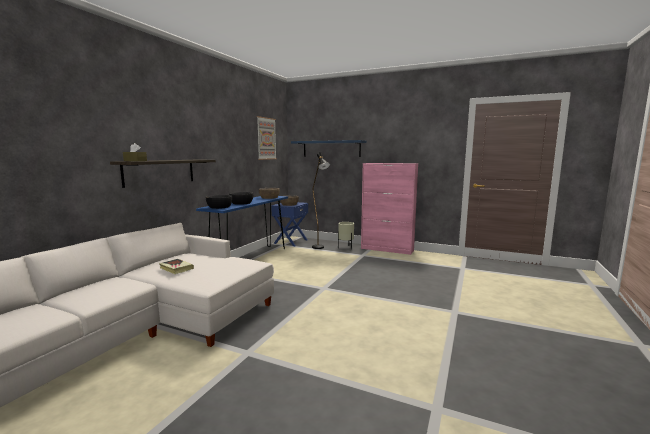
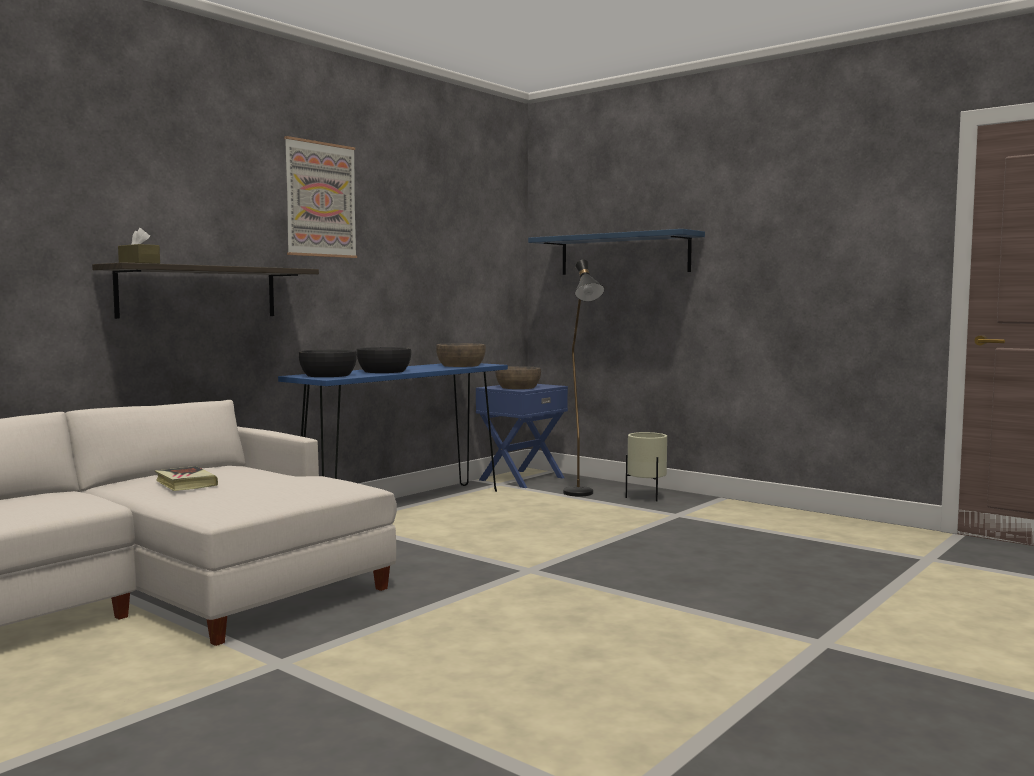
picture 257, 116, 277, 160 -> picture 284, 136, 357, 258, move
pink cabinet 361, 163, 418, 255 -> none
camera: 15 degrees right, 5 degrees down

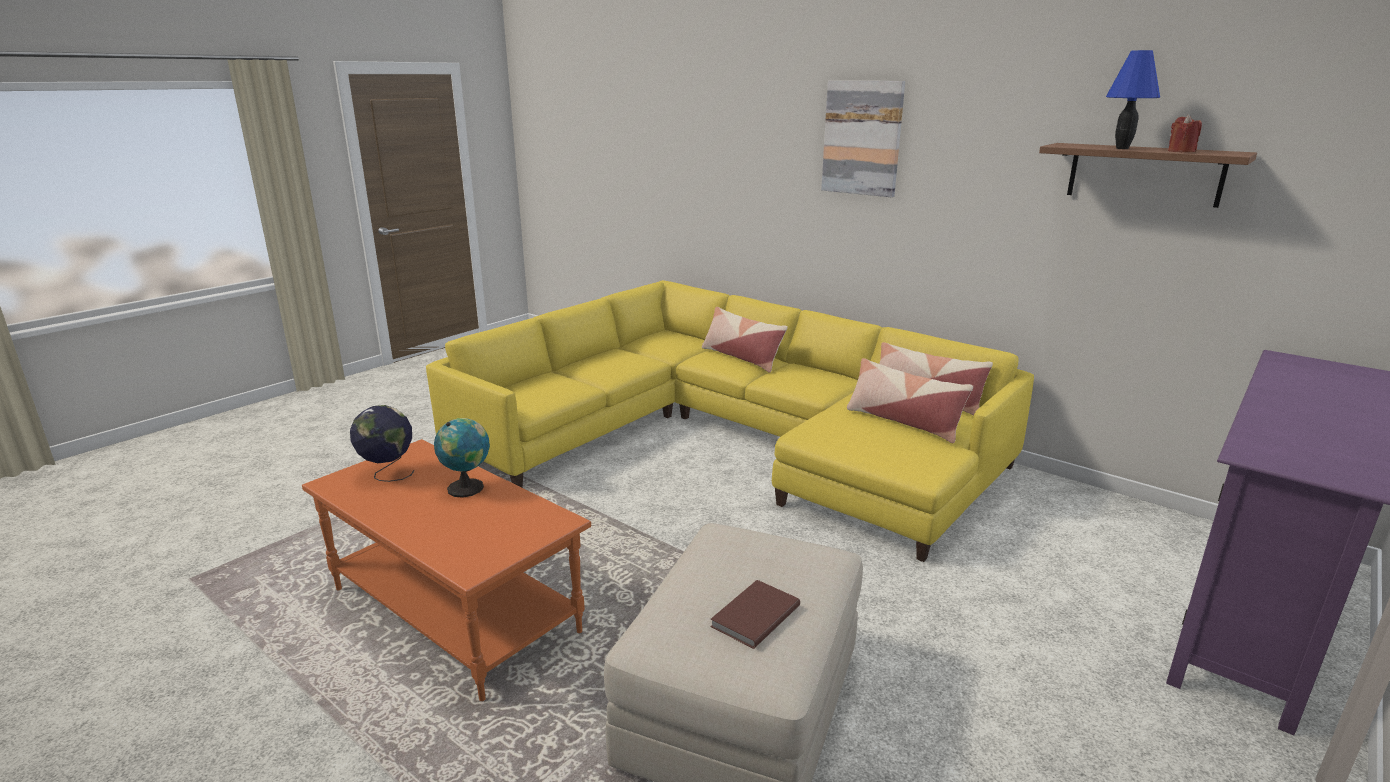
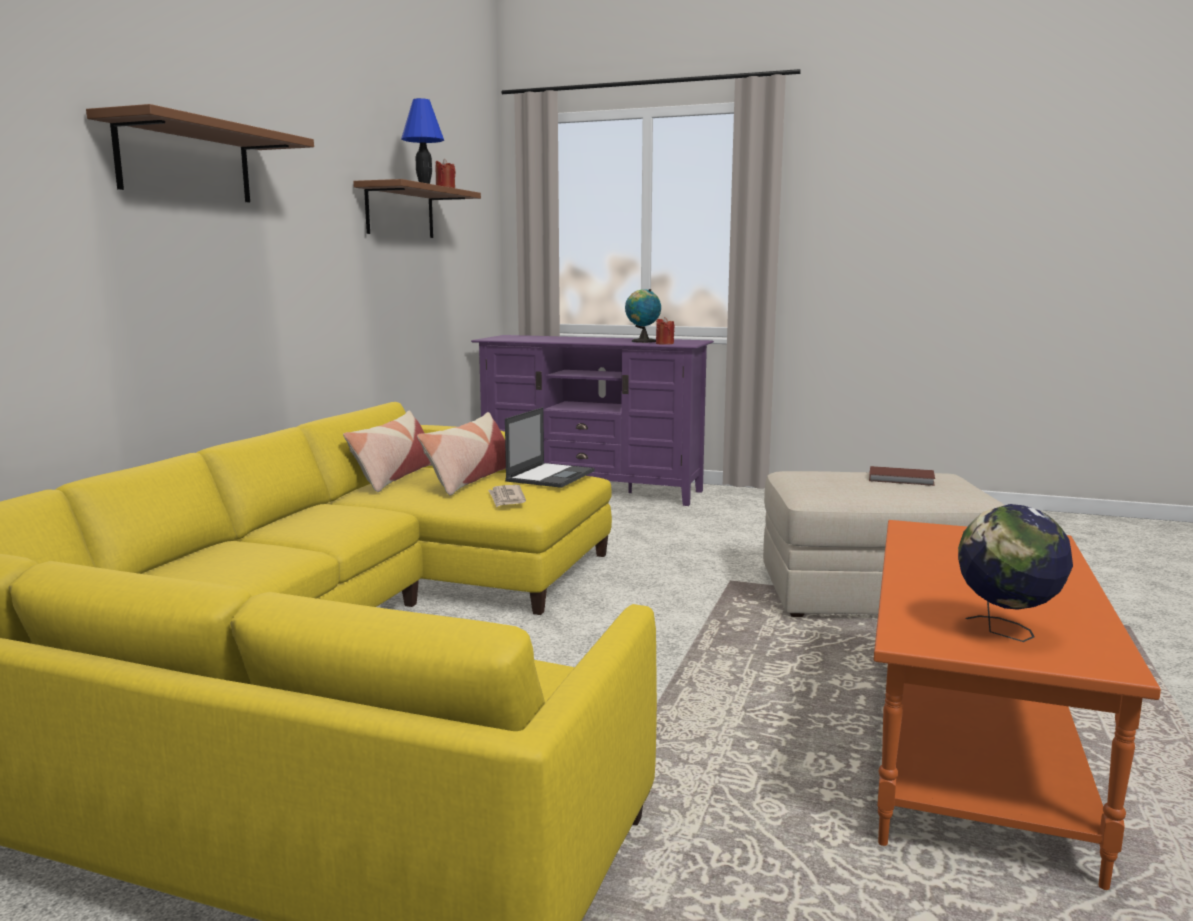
picture 821, 81, 905, 197 -> brown shelf 86, 104, 314, 202
none -> newspaper 488, 485, 526, 507
none -> laptop 505, 407, 595, 488
globe 434, 418, 490, 498 -> globe 625, 289, 661, 343, move
none -> red candle 656, 317, 674, 345
pillow 702, 307, 788, 373 -> none
camera: 110 degrees left, 10 degrees down

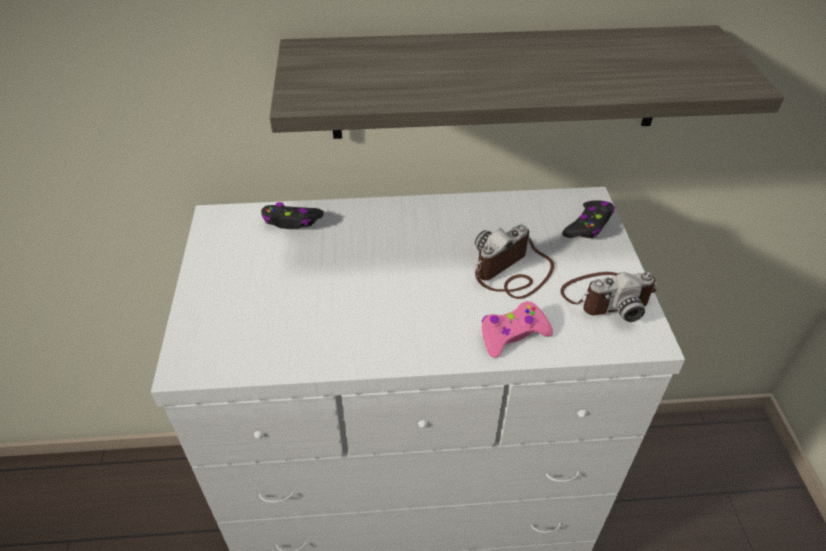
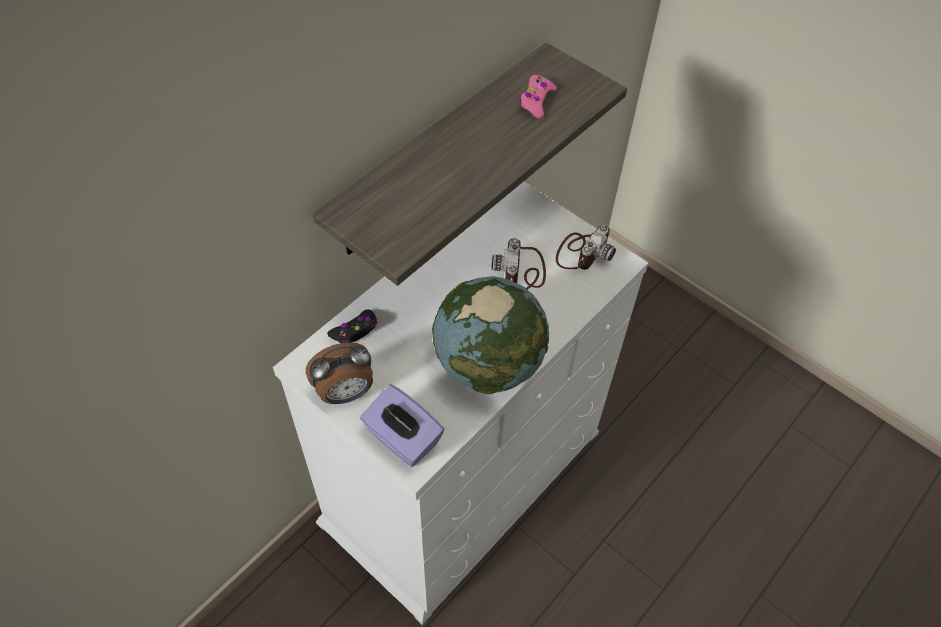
none -> alarm clock 306, 342, 373, 404
none -> purple tissue box 360, 384, 444, 467
none -> globe 432, 276, 549, 394
pink game controller 481, 301, 553, 358 -> pink game controller 519, 75, 557, 119, move
black game controller 562, 200, 615, 238 -> none
camera: 45 degrees left, 10 degrees up

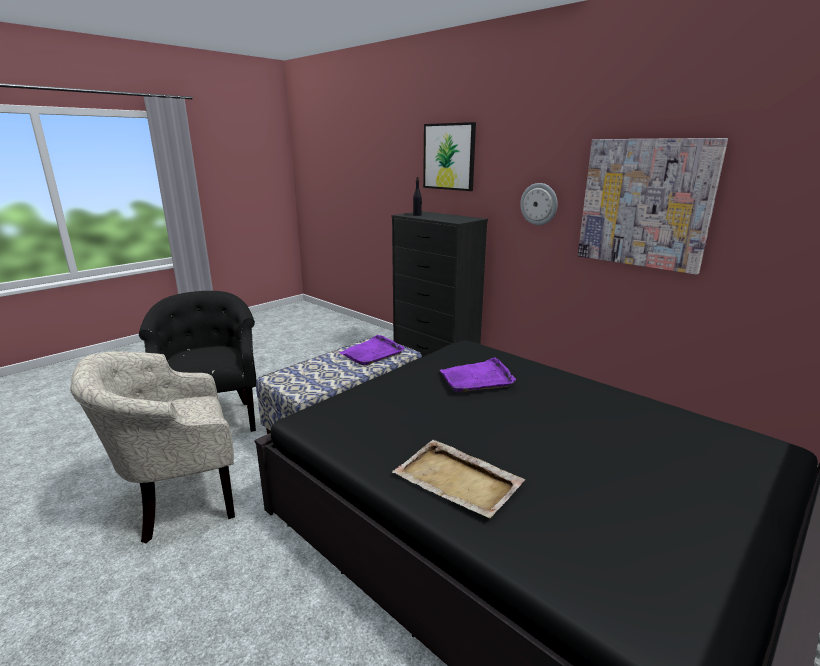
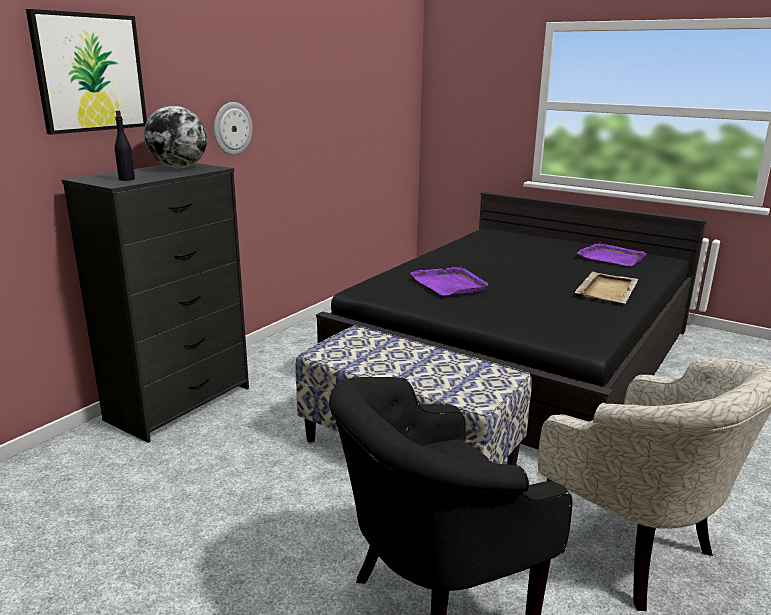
none -> globe 144, 106, 207, 168
purple tray 339, 335, 404, 366 -> purple tray 577, 242, 647, 266, move
picture 578, 138, 728, 275 -> none
camera: 100 degrees left, 0 degrees up

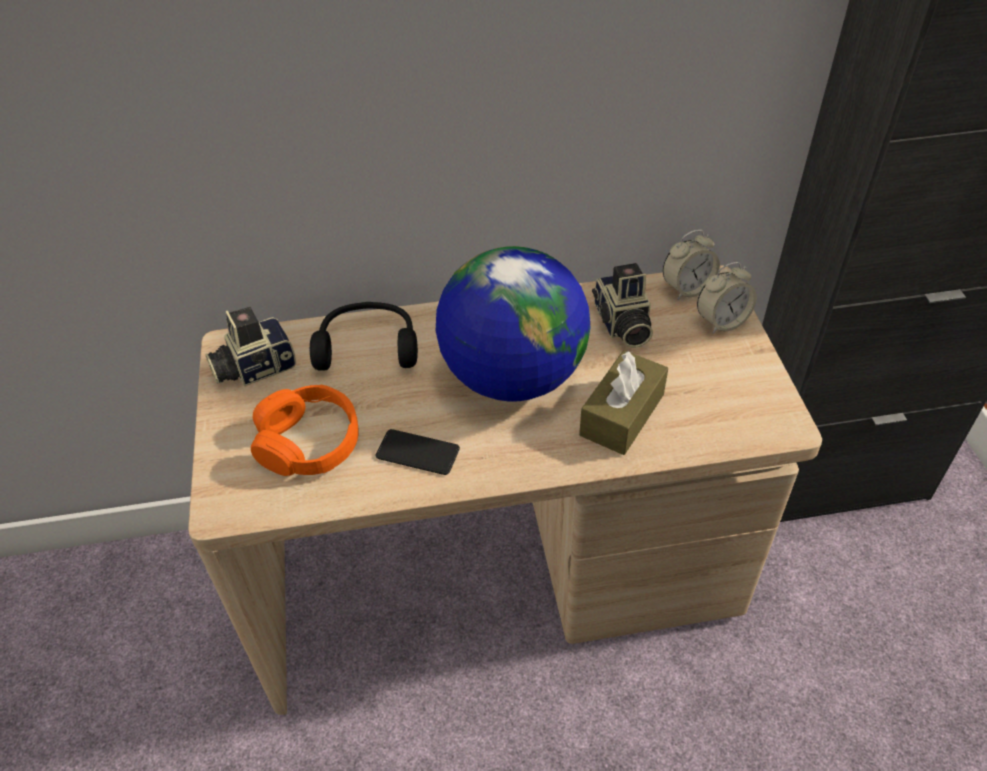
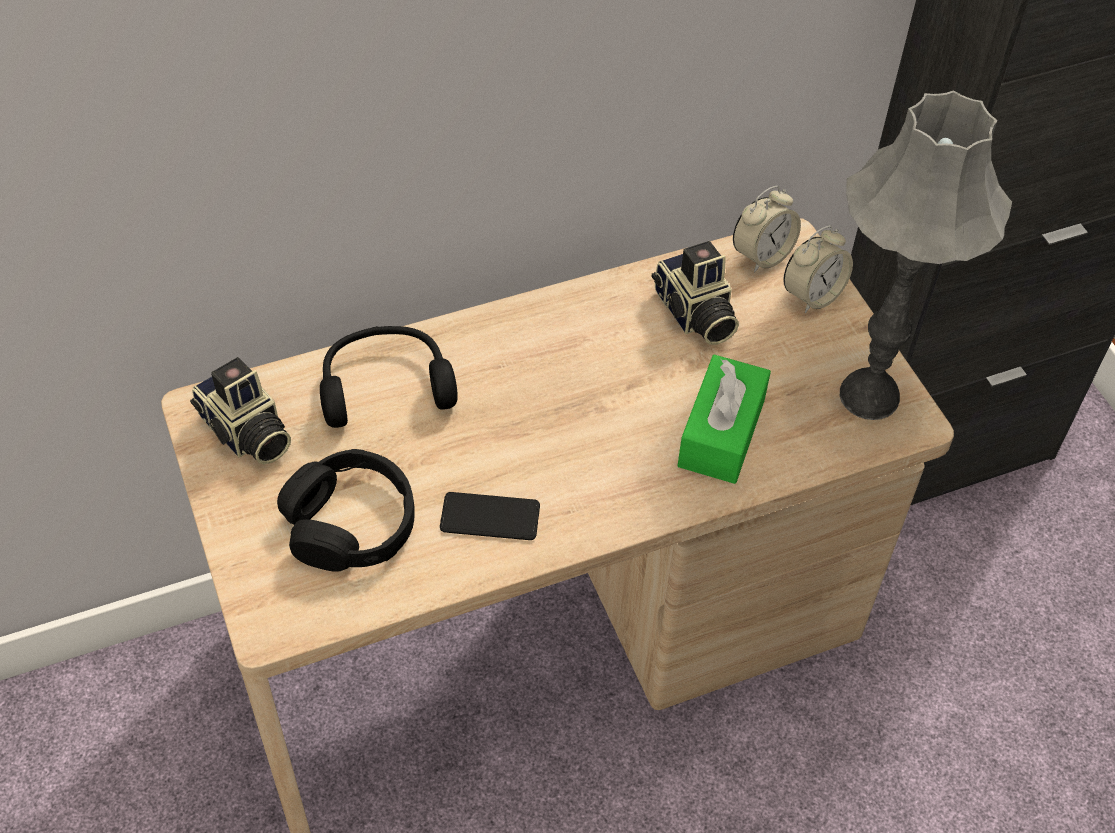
photo camera 205, 307, 296, 386 -> photo camera 190, 357, 291, 465, 90 degrees counterclockwise
orange headphones 251, 384, 359, 476 -> black headphones 277, 449, 414, 572
brown tissue box 579, 350, 668, 455 -> green tissue box 677, 355, 771, 484
none -> grey table lamp 840, 90, 1012, 420
globe 436, 246, 590, 402 -> none
camera: 15 degrees left, 5 degrees up

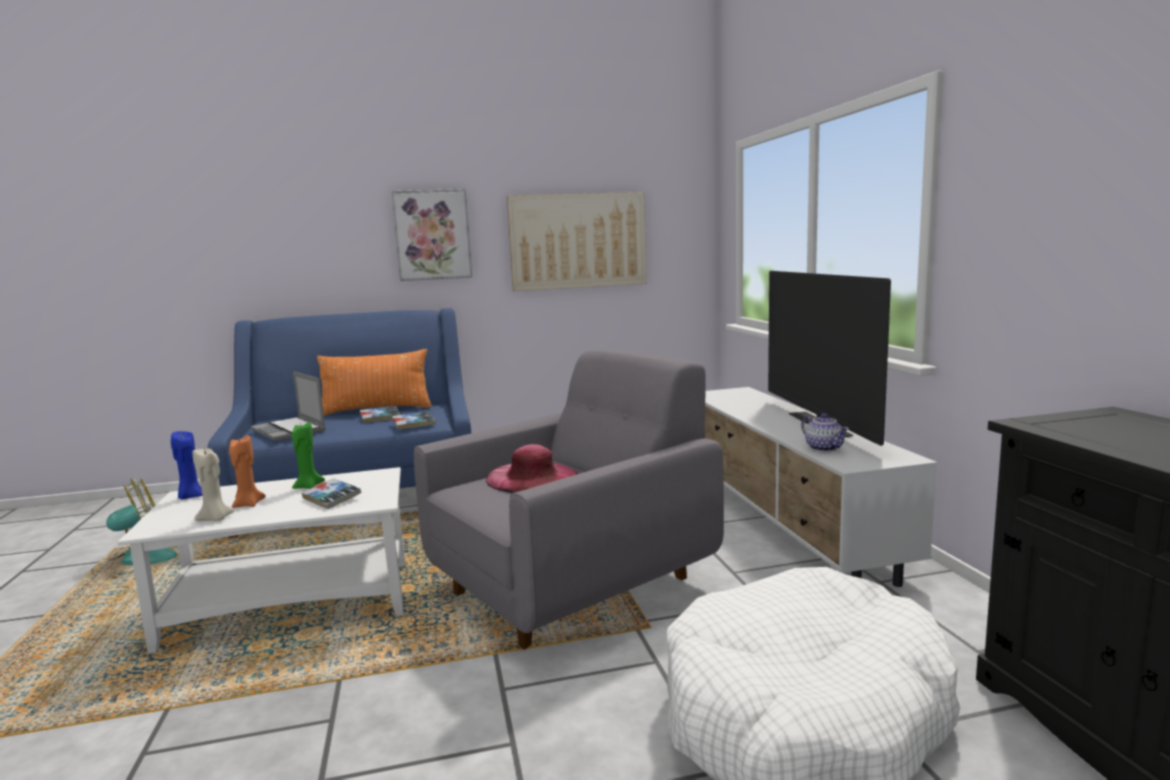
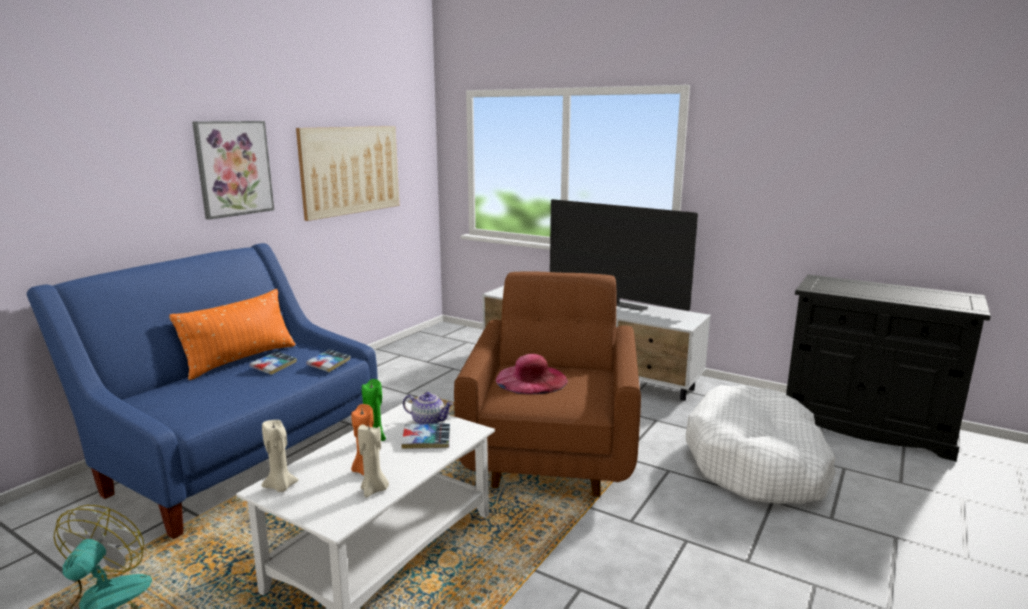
blue candle 171, 431, 202, 499 -> beige candle 262, 420, 299, 492
teapot 801, 413, 849, 452 -> teapot 403, 392, 453, 424, move
grey armchair 414, 349, 724, 650 -> brown armchair 454, 272, 641, 497
laptop 251, 371, 326, 441 -> none
camera: 45 degrees left, 5 degrees up

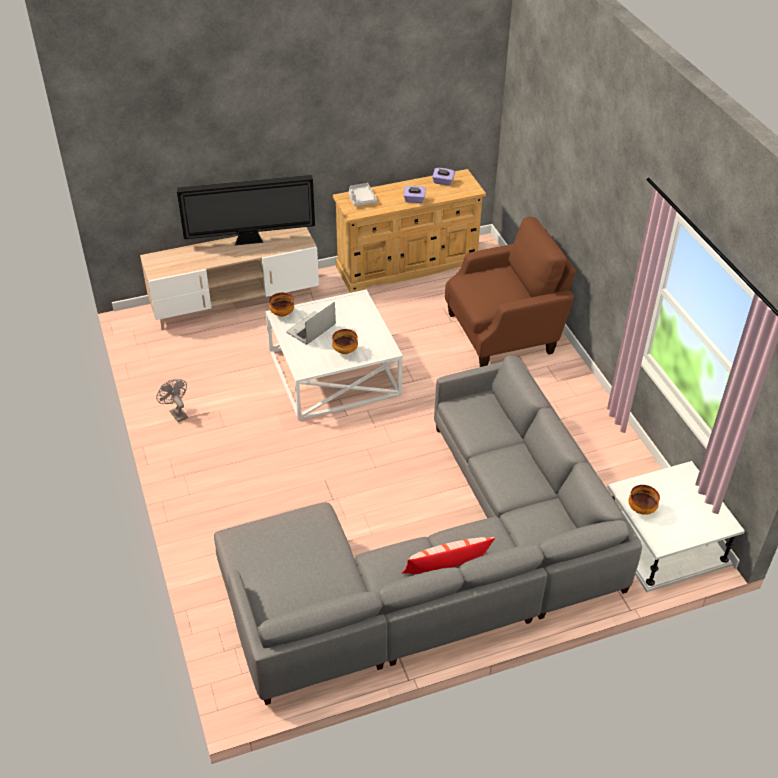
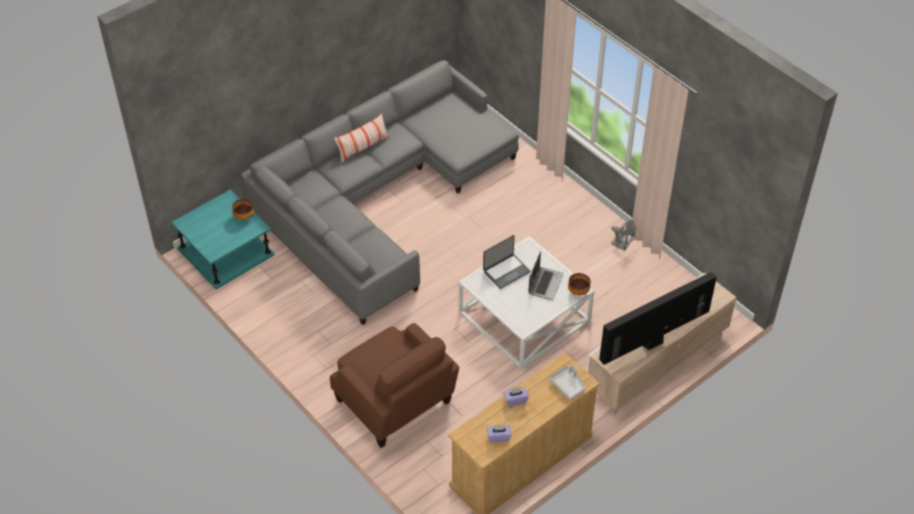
white side table 607, 461, 745, 592 -> turquoise side table 171, 189, 274, 290
brown armchair 445, 217, 576, 367 -> brown armchair 330, 323, 459, 448, 90 degrees counterclockwise
bowl 332, 329, 358, 354 -> laptop 483, 235, 530, 289
camera: 160 degrees right, 5 degrees up

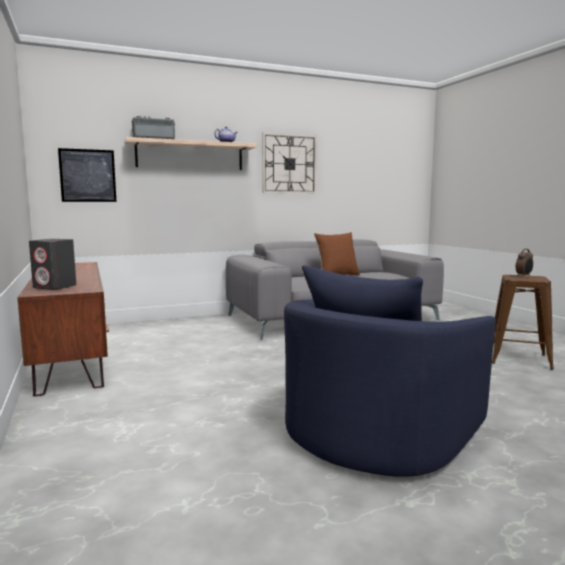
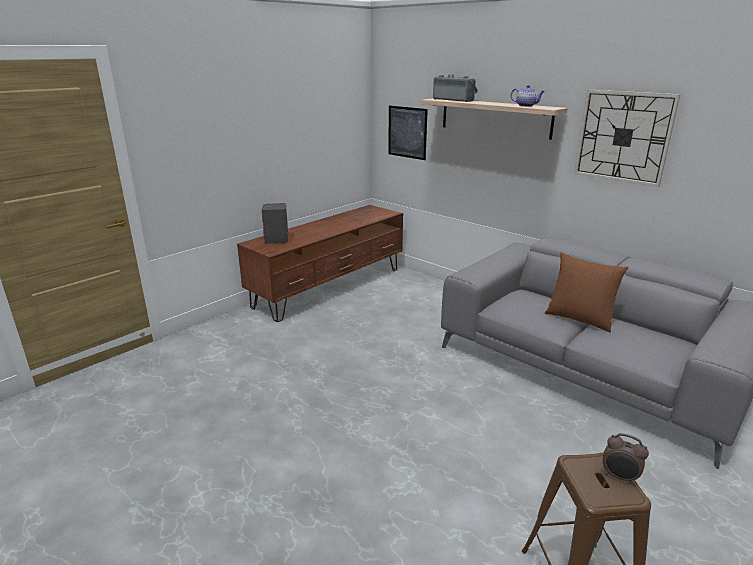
blue armchair 284, 265, 496, 477 -> none
camera: 65 degrees right, 15 degrees up

